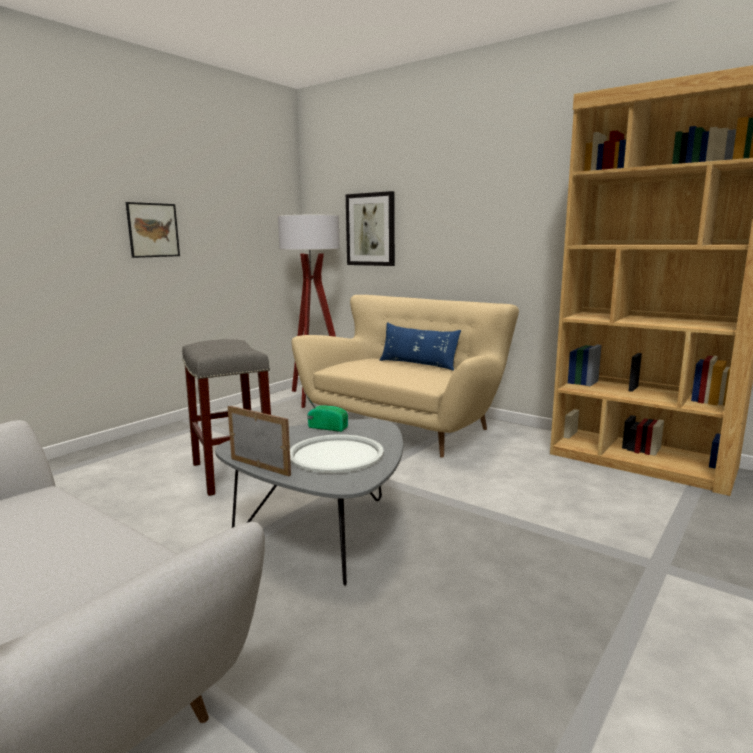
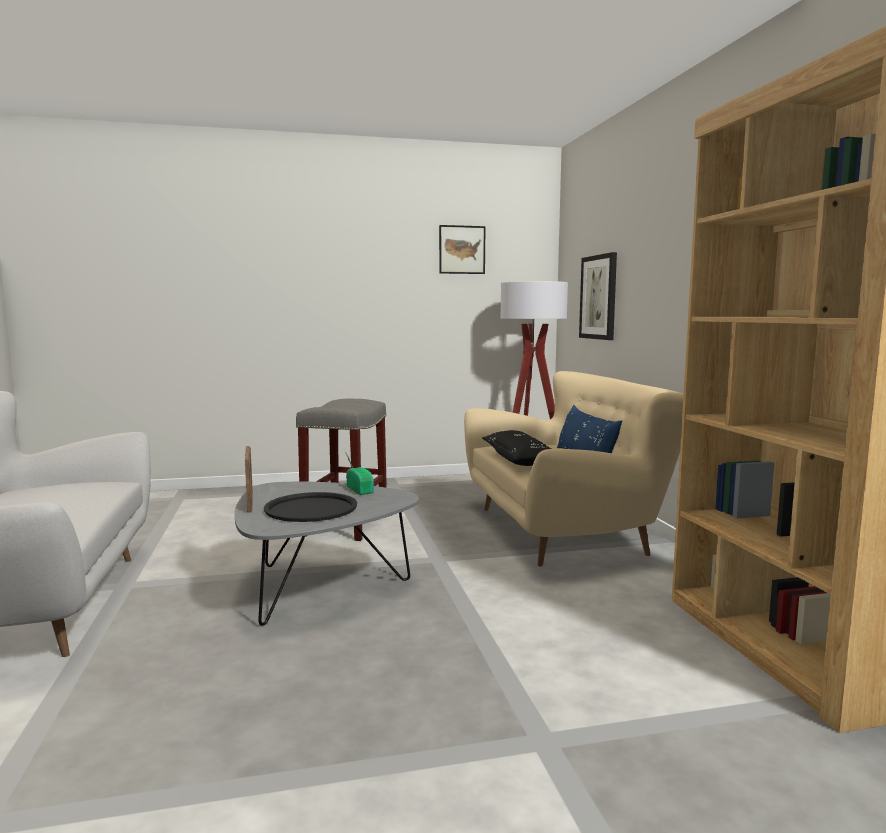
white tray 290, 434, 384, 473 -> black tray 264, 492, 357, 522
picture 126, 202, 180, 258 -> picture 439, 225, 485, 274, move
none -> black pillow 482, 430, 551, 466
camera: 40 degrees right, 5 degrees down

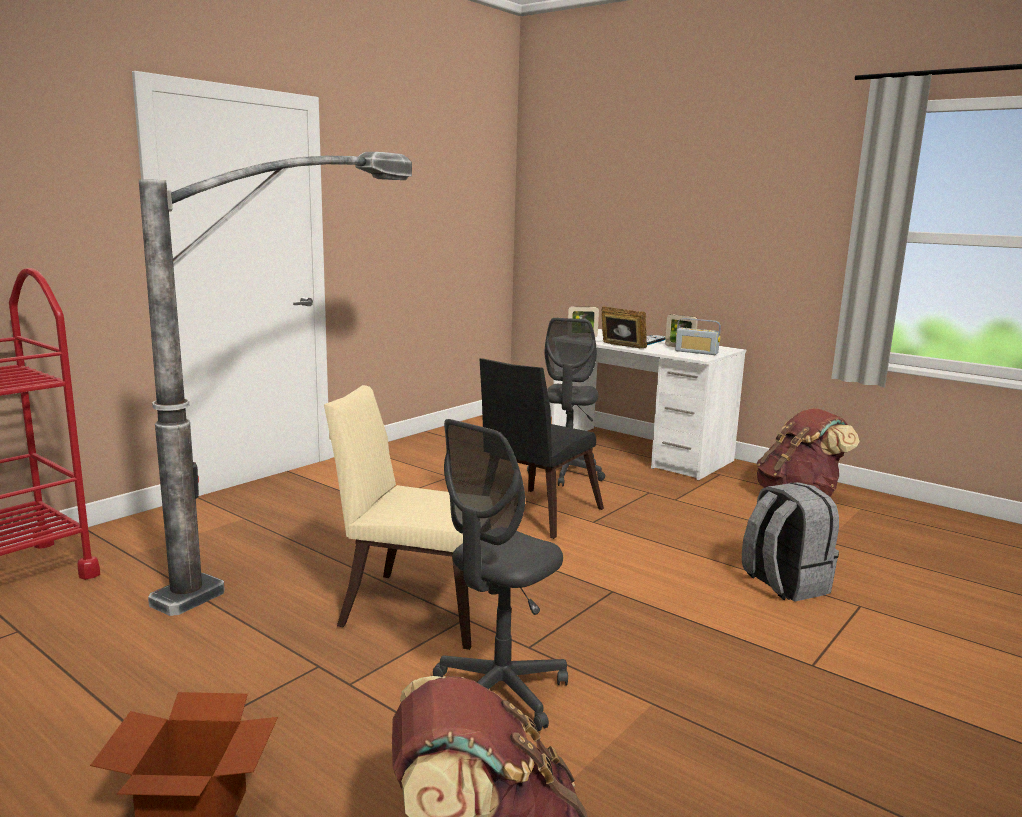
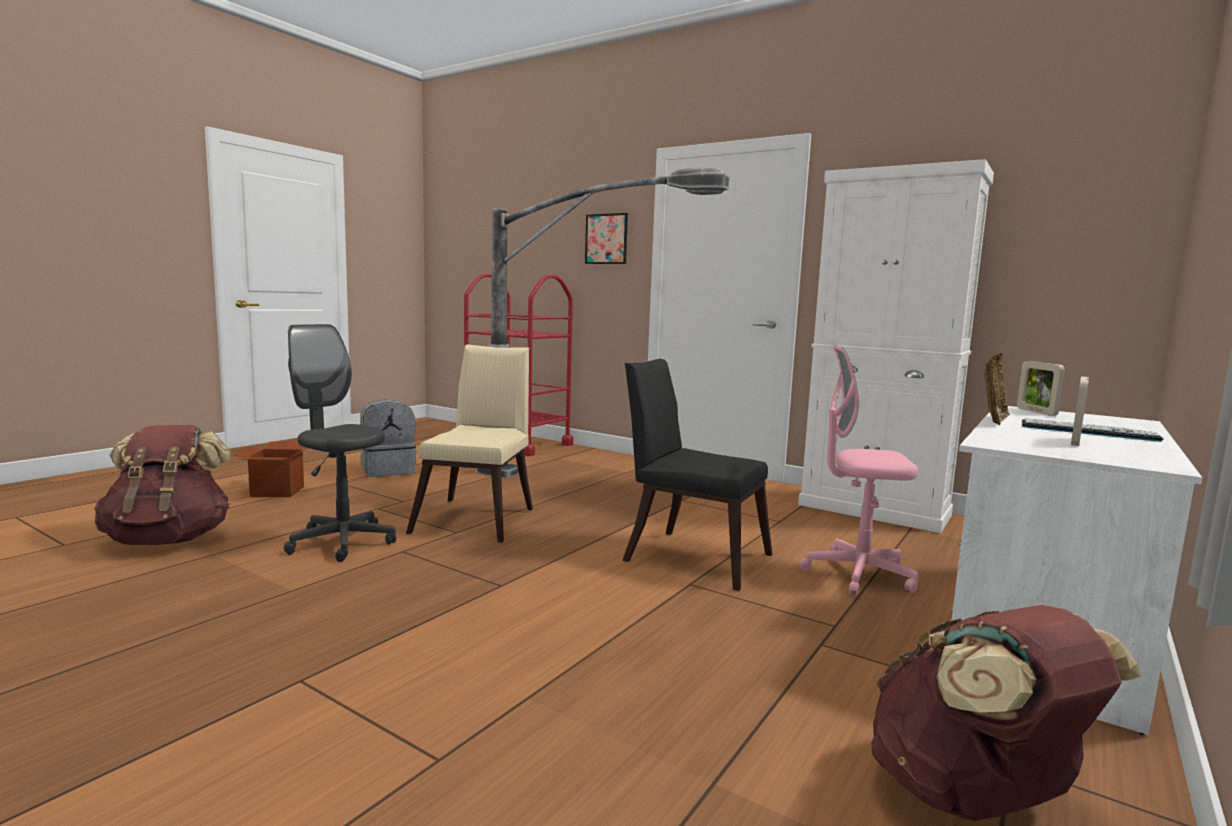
grey backpack 742, 482, 839, 602 -> grey backpack 360, 399, 416, 477, move
none -> picture 585, 213, 628, 264
none -> white cabinet 798, 159, 994, 533
grey office chair 527, 318, 605, 486 -> pink office chair 799, 345, 918, 596
radio 675, 318, 721, 355 -> none
camera: 85 degrees right, 5 degrees down

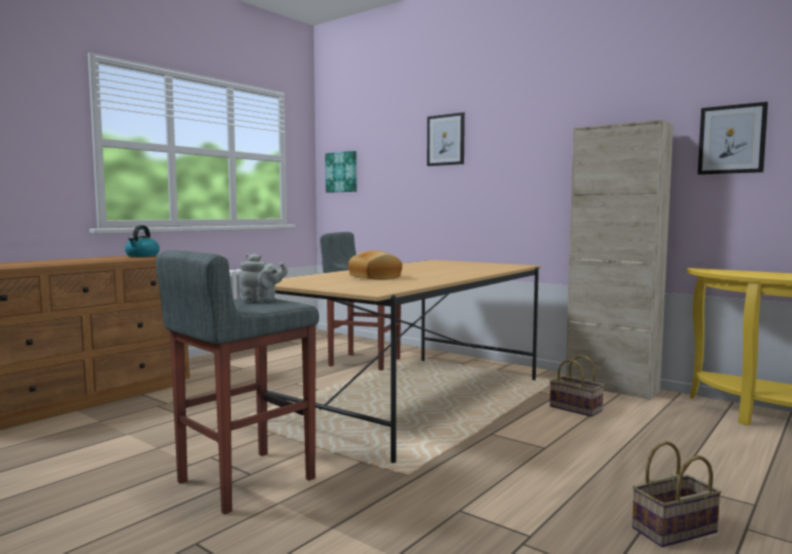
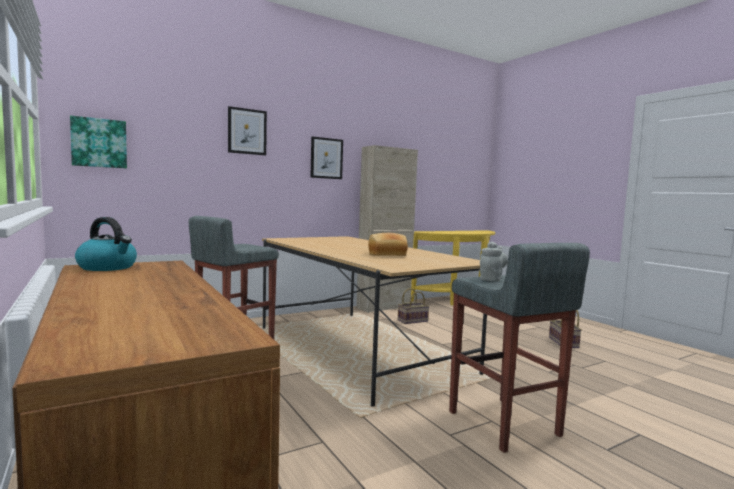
picture 698, 102, 768, 175 -> picture 310, 136, 343, 179, move
camera: 70 degrees left, 0 degrees up

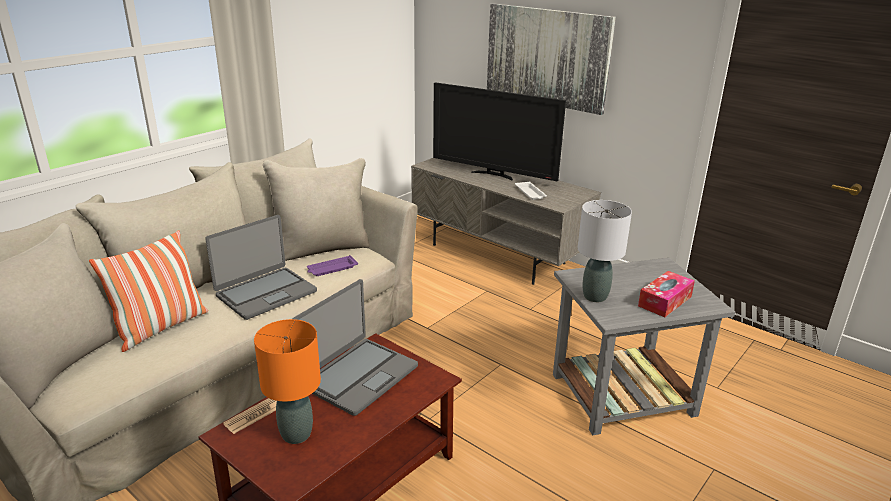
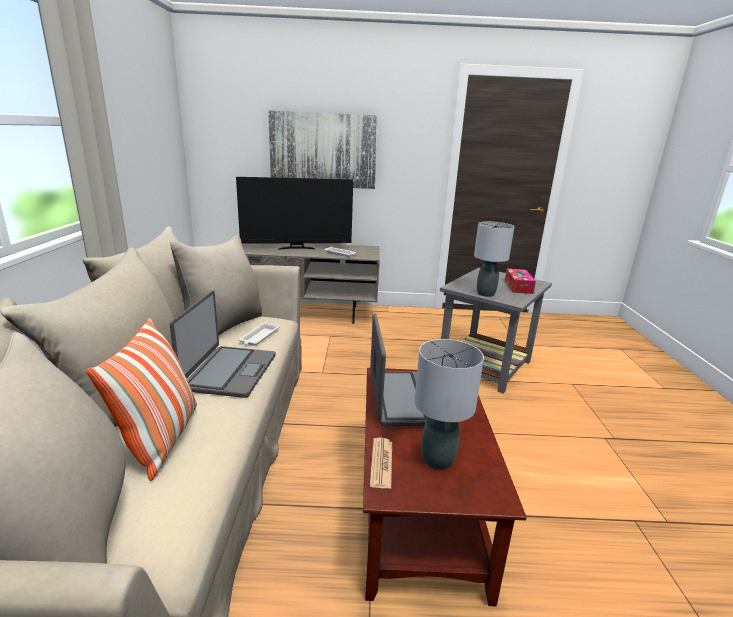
purple tray 307, 255, 358, 276 -> white tray 239, 322, 280, 346
orange table lamp 254, 319, 321, 444 -> grey table lamp 414, 339, 484, 470
camera: 40 degrees left, 5 degrees down

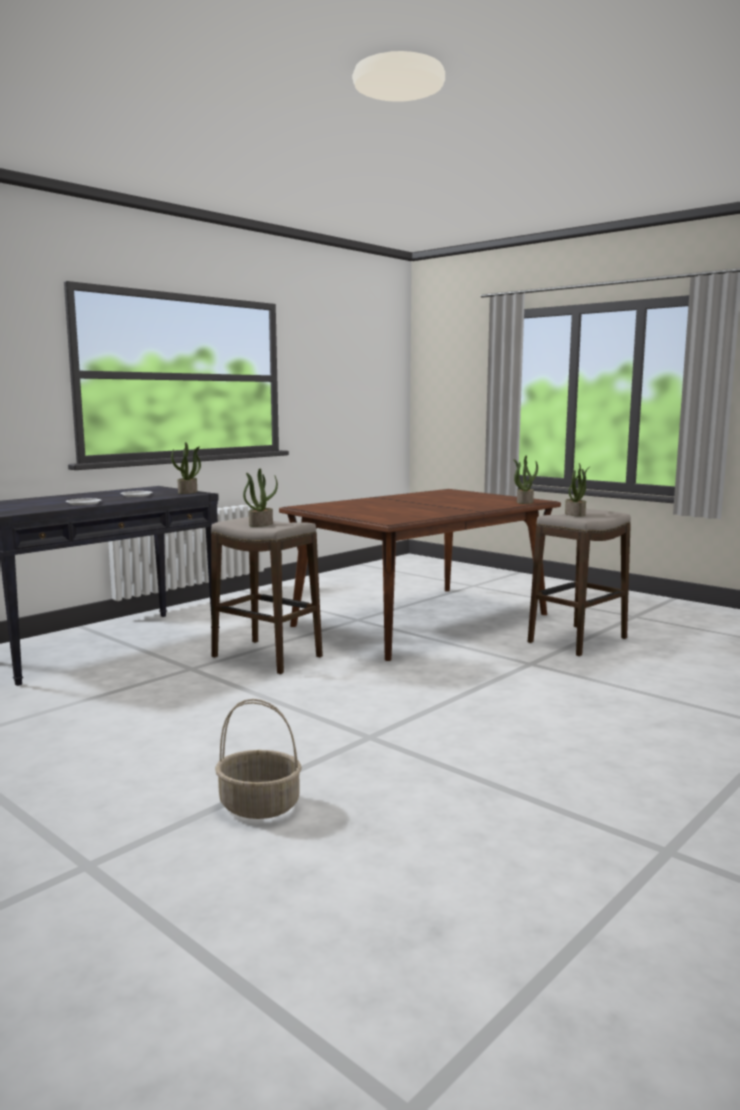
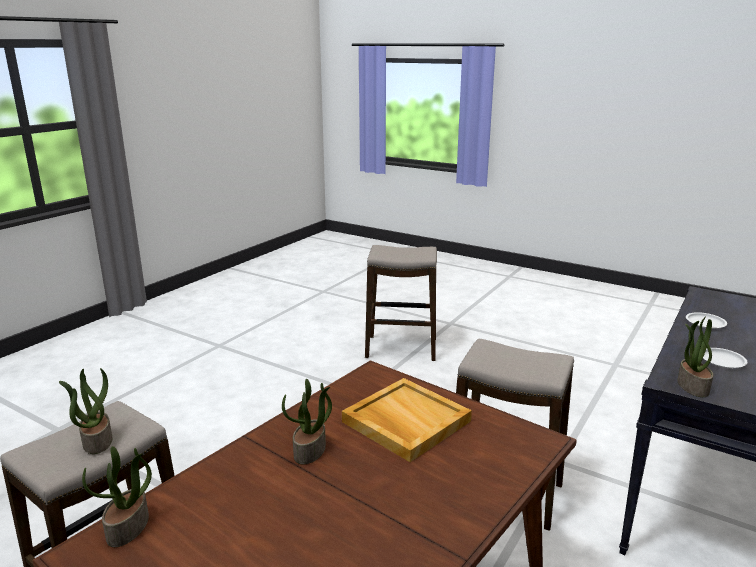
potted plant 243, 468, 278, 527 -> potted plant 282, 379, 332, 464, move
none -> beige tray 342, 378, 472, 462
basket 215, 699, 302, 819 -> stool 365, 245, 437, 361
camera: 170 degrees right, 10 degrees up

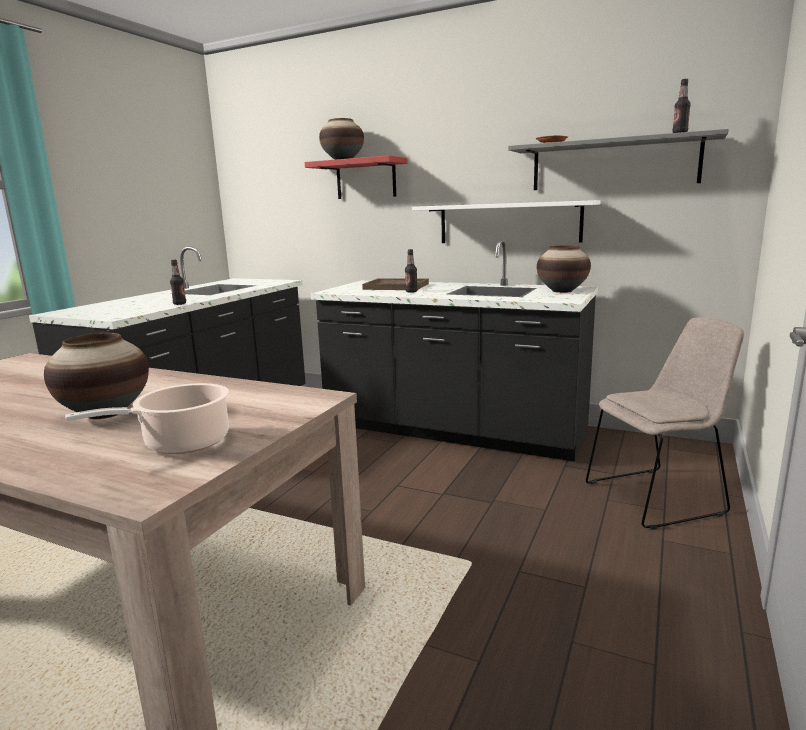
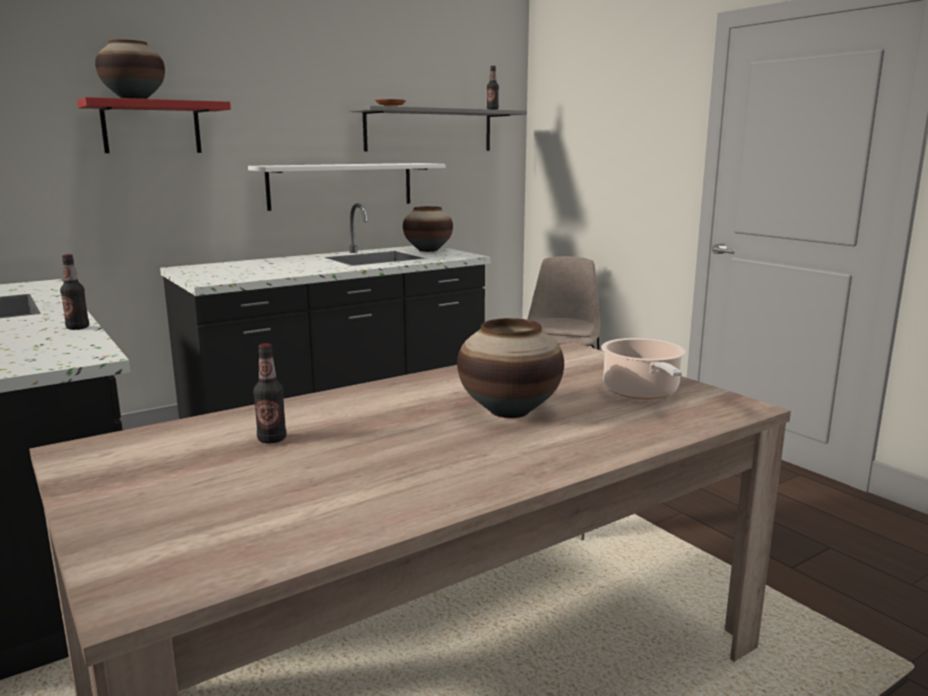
bottle 405, 249, 418, 293 -> bottle 253, 343, 286, 444, move
brown tray 362, 278, 429, 290 -> none
camera: 60 degrees left, 0 degrees up

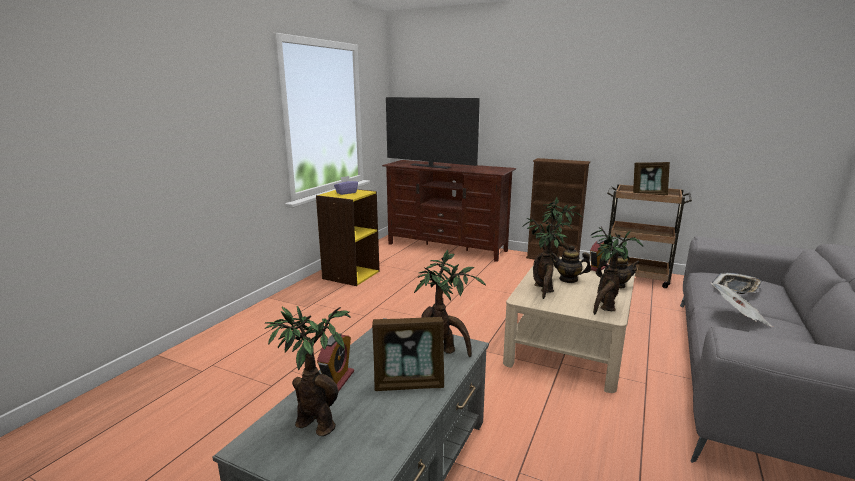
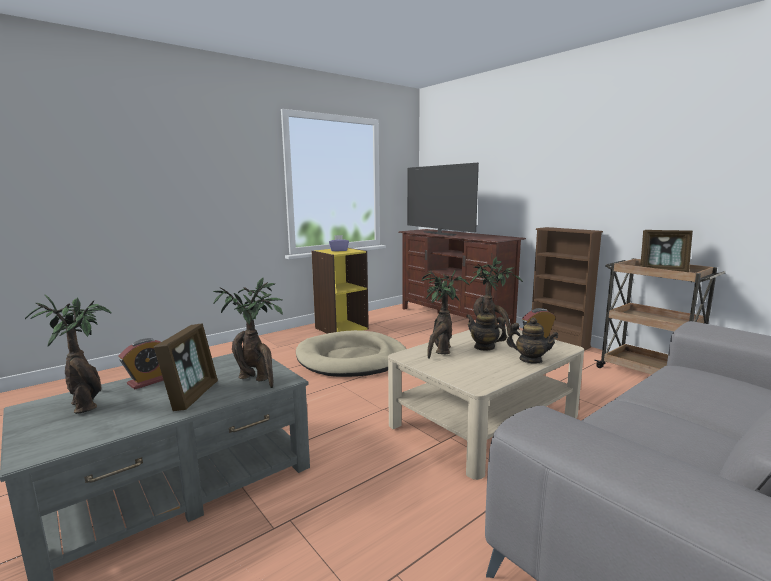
picture frame 372, 317, 444, 391 -> picture frame 154, 323, 218, 411, 105 degrees counterclockwise
none -> beige dog bed 296, 330, 406, 377
potted plant 591, 226, 643, 315 -> none
newspaper 711, 283, 773, 327 -> none
tray 712, 273, 762, 294 -> none
camera: 25 degrees right, 5 degrees down

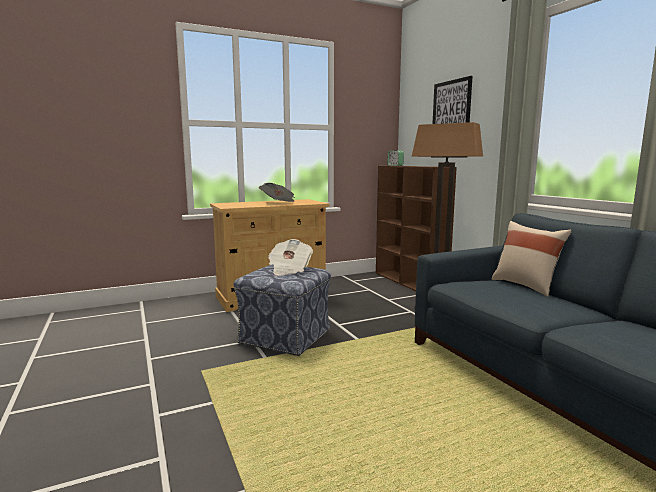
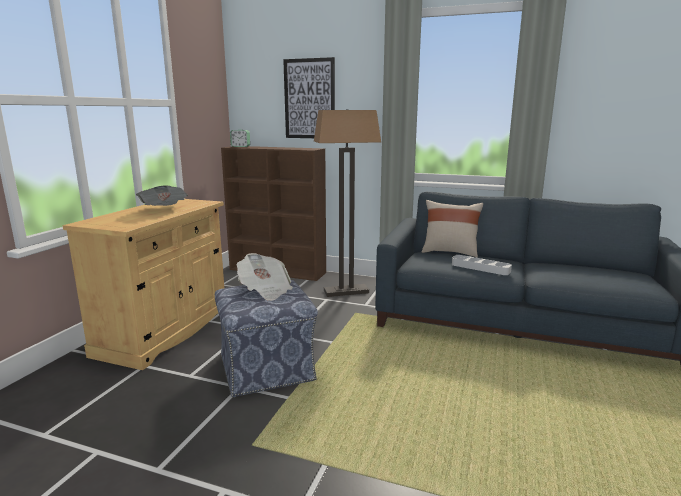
none -> grey tray 452, 255, 512, 275
camera: 45 degrees left, 5 degrees up

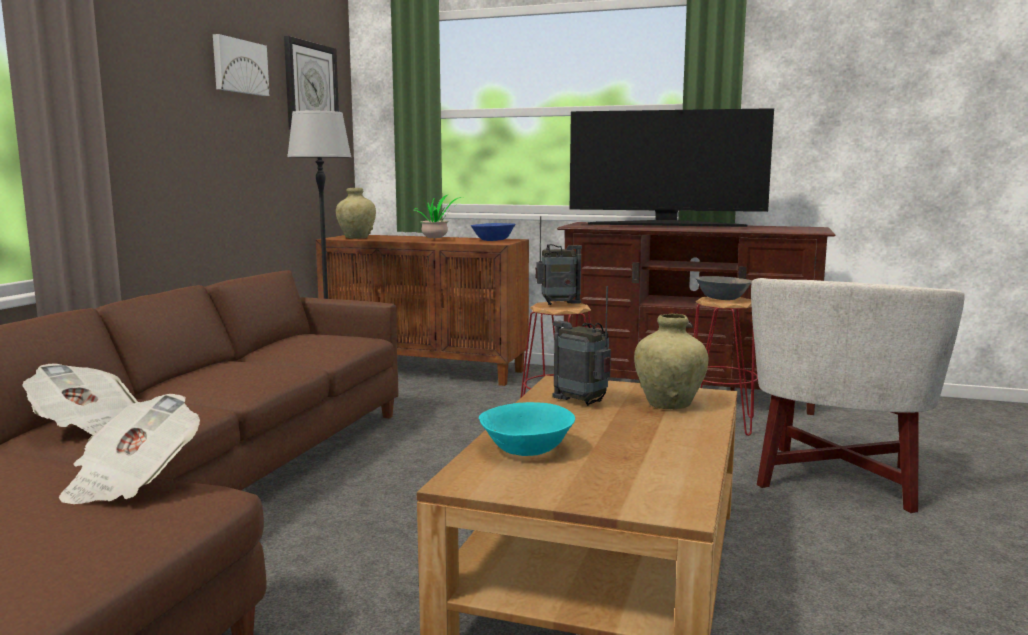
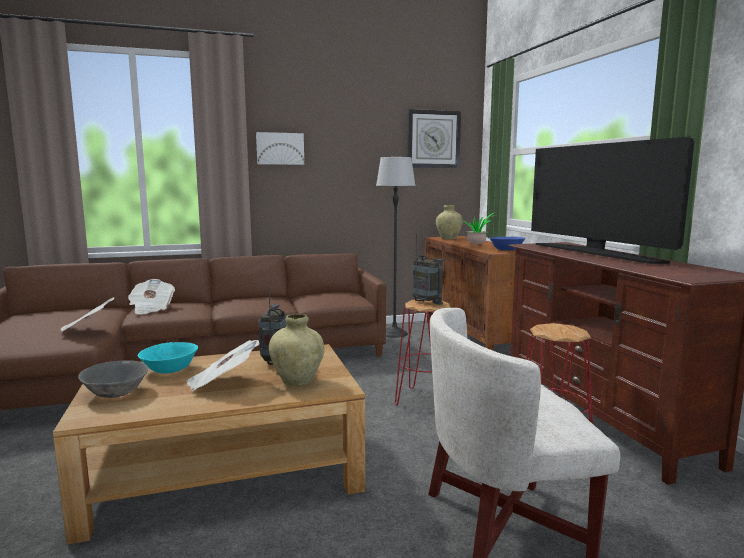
grey bowl 695, 276, 752, 300 -> grey bowl 78, 360, 148, 398, move
none -> newspaper 186, 340, 259, 391
picture 213, 34, 270, 96 -> picture 256, 132, 304, 165, move
camera: 55 degrees right, 0 degrees up

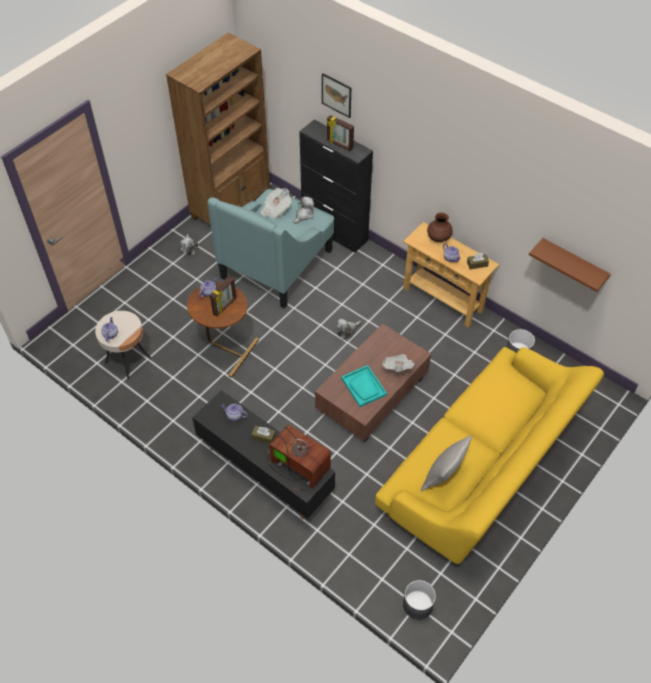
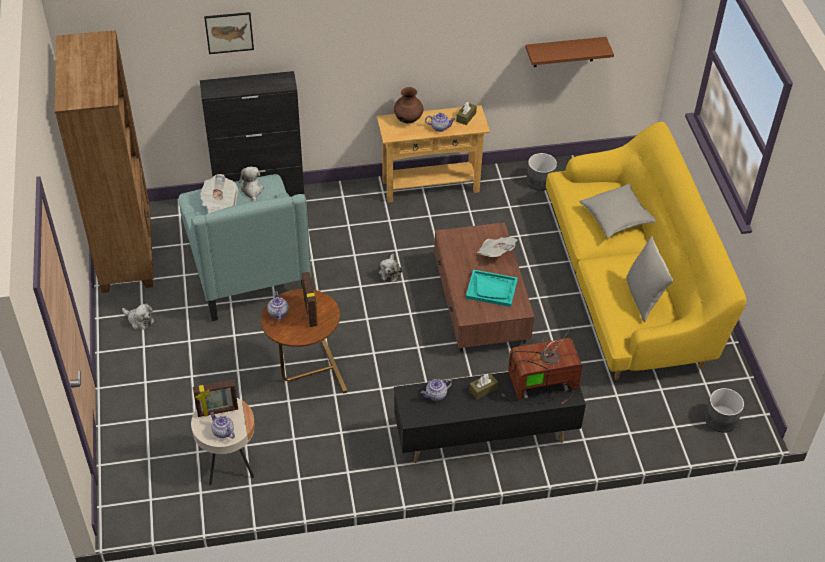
picture frame 327, 115, 354, 151 -> picture frame 193, 379, 238, 417, move
none -> grey pillow 579, 184, 655, 238
camera: 50 degrees left, 5 degrees down

